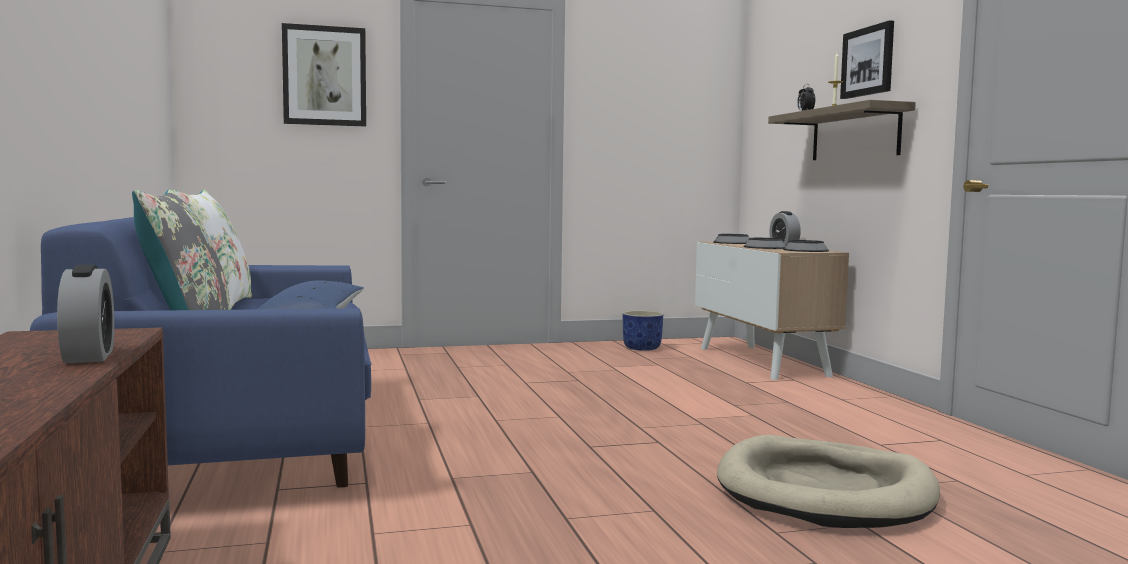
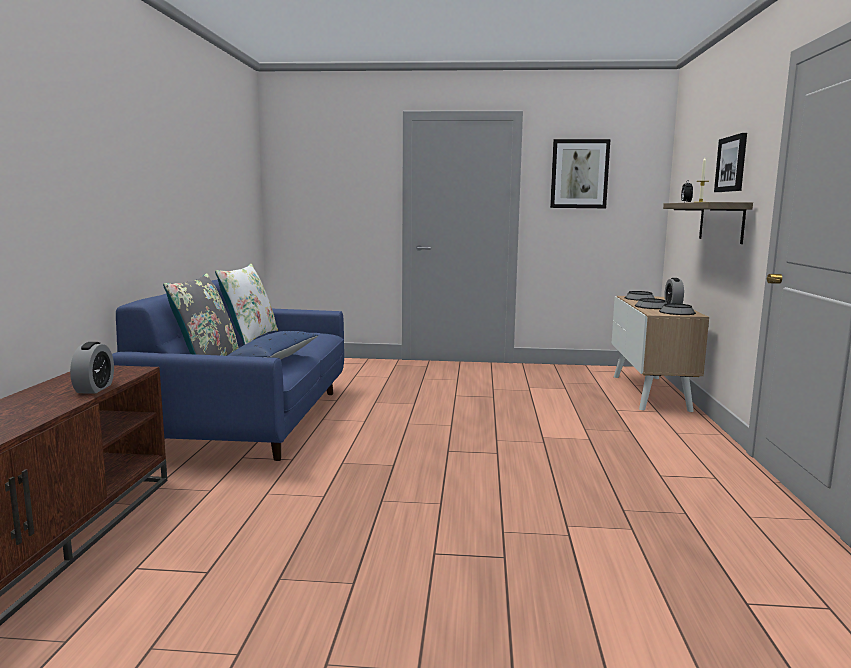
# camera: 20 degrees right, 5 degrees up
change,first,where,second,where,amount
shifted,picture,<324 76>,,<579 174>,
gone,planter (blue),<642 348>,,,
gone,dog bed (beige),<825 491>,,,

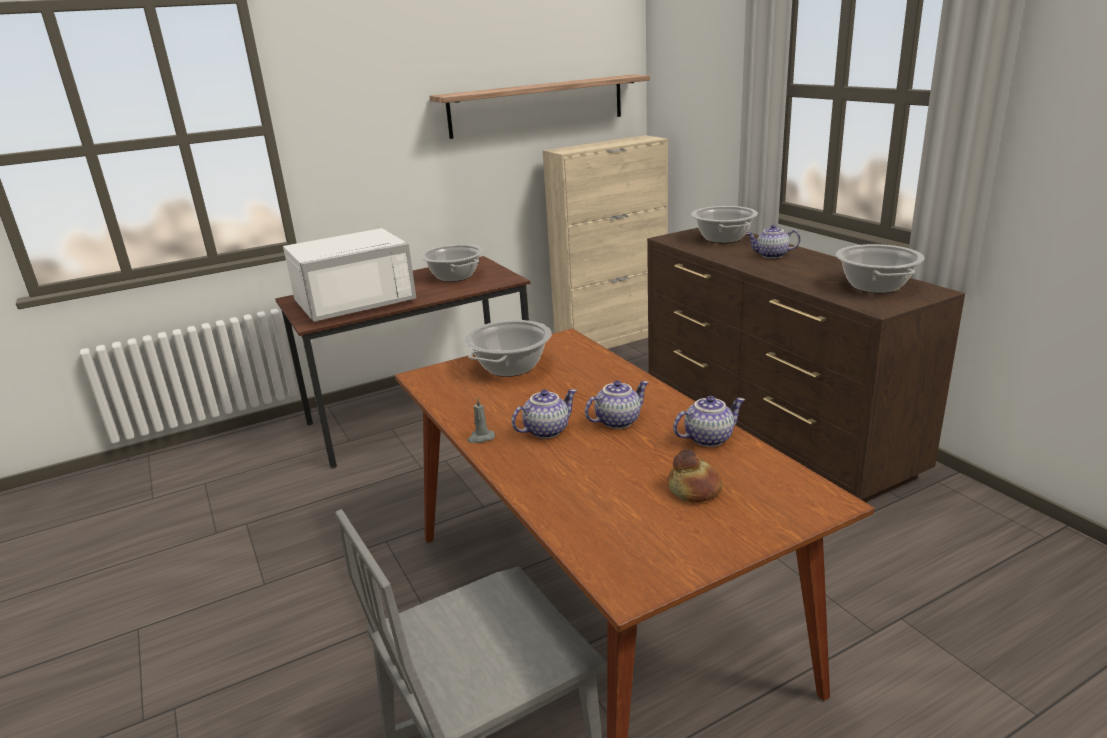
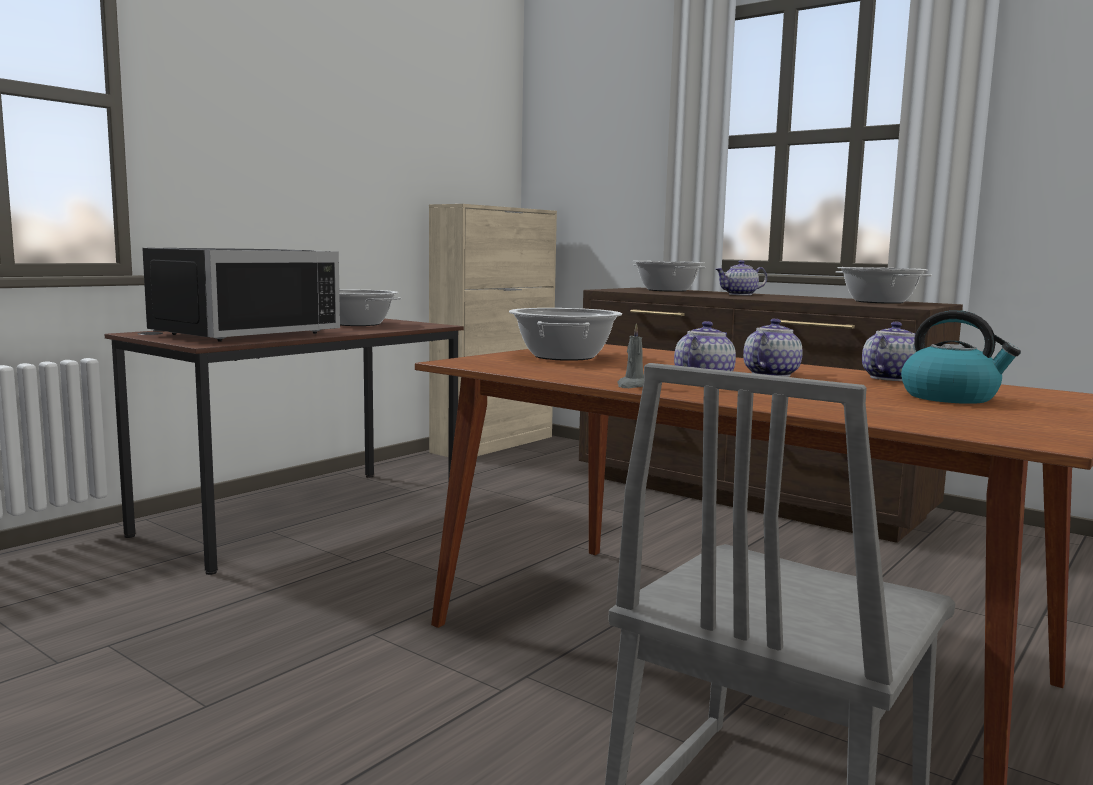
# camera: 25 degrees left, 15 degrees down
change,first,where,second,where,amount
repainted,microwave (white),<353 300>,microwave (black),<239 333>,
swapped,bread,<695 489>,kettle,<951 397>,
gone,shelf,<537 105>,,,

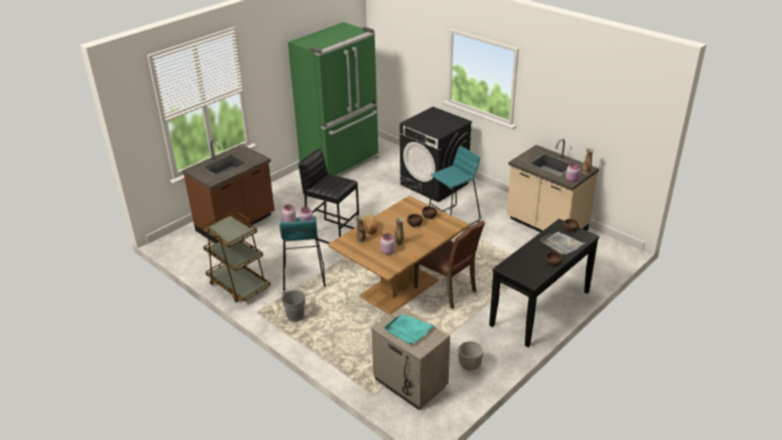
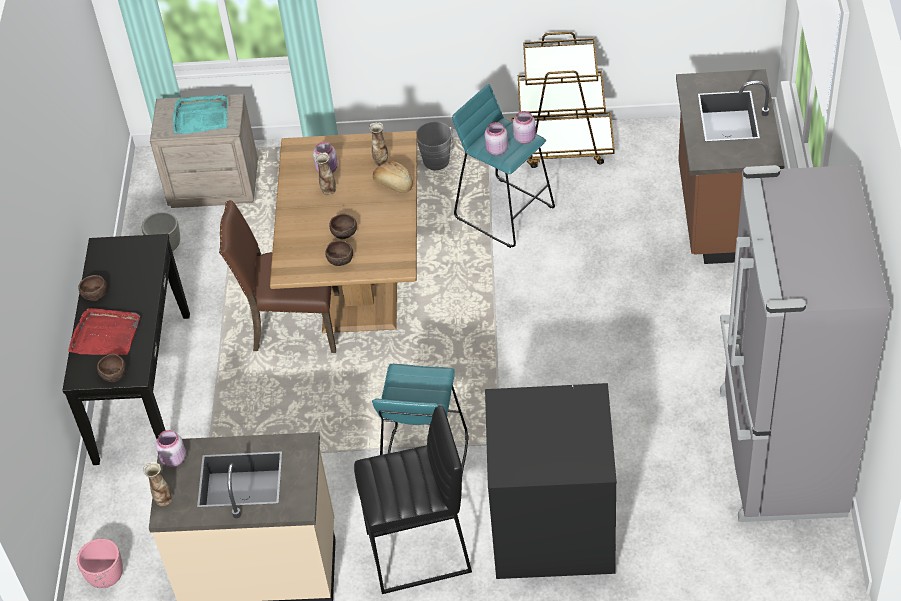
# camera: 140 degrees right, 15 degrees up
change,first,where,second,where,amount
repainted,tray (grey),<562 244>,tray (red),<105 335>,
new,,,planter (pink),<106 577>,
shifted,stool (black),<332 232>,,<420 553>,
repainted,fridge (green),<341 163>,fridge (grey),<778 453>,

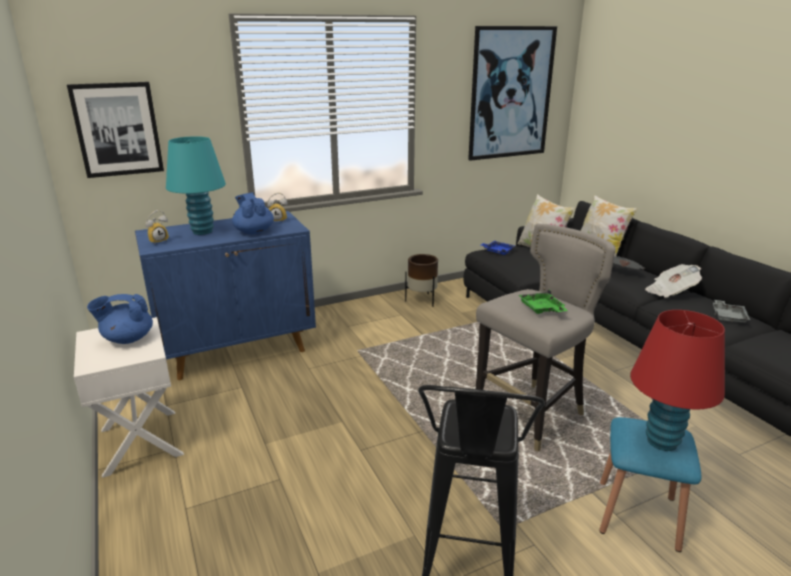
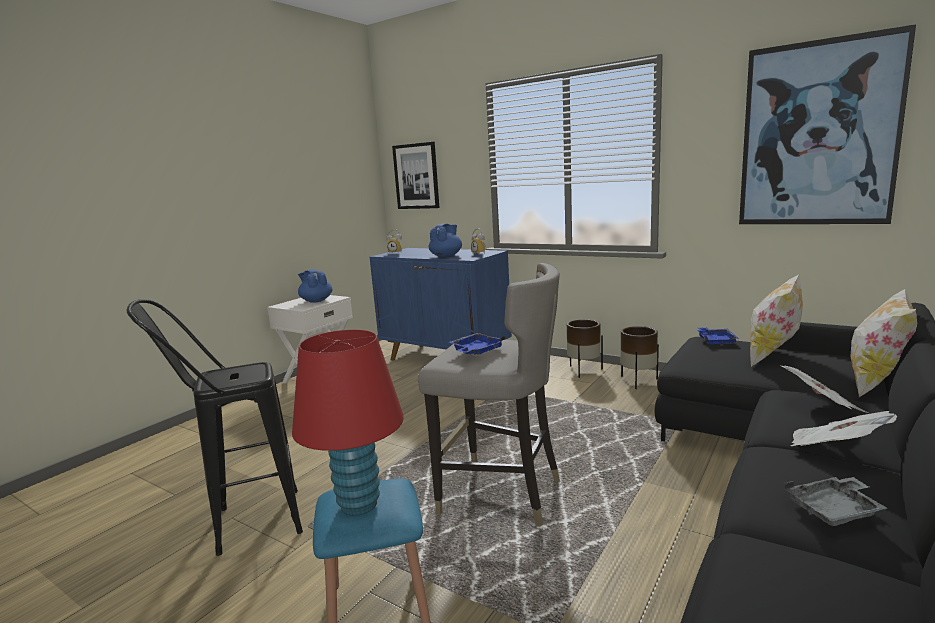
# camera: 60 degrees right, 10 degrees down
change,first,where,second,where,amount
repainted,tray (green),<541 309>,tray (blue),<476 351>,
new,,,planter (brown),<583 371>,
gone,table lamp (turquoise),<202 232>,,,

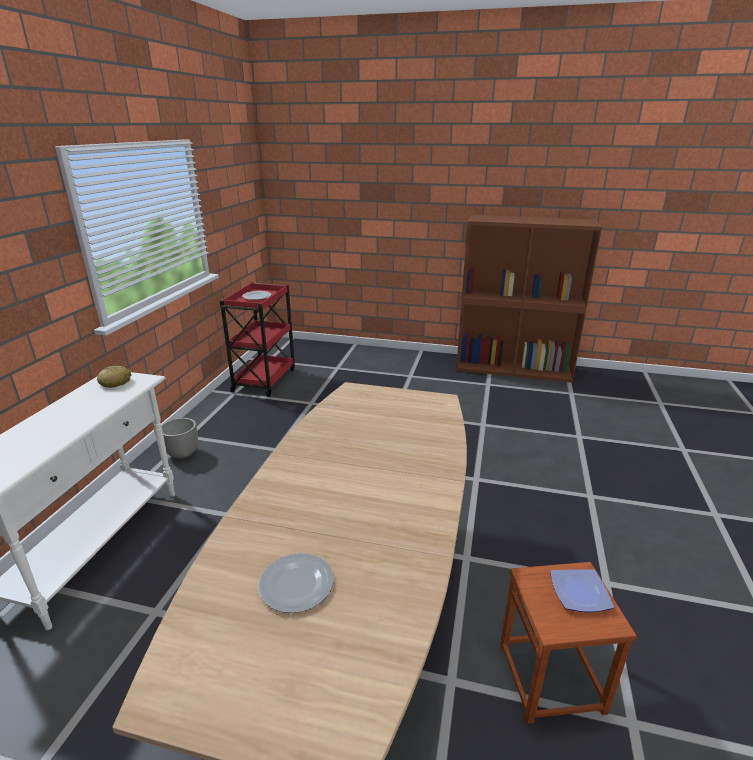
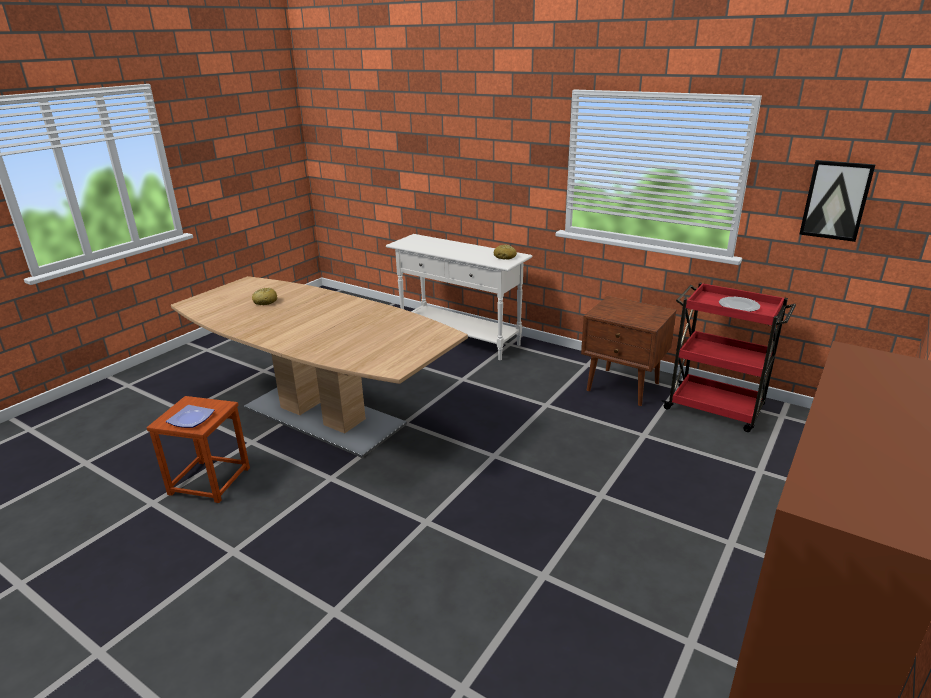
# camera: 110 degrees right, 0 degrees up
change,first,where,second,where,amount
swapped,plate,<296 585>,bread,<265 301>,
new,,,nightstand (brown),<623 387>,
new,,,picture,<836 200>,
gone,planter,<183 454>,,,

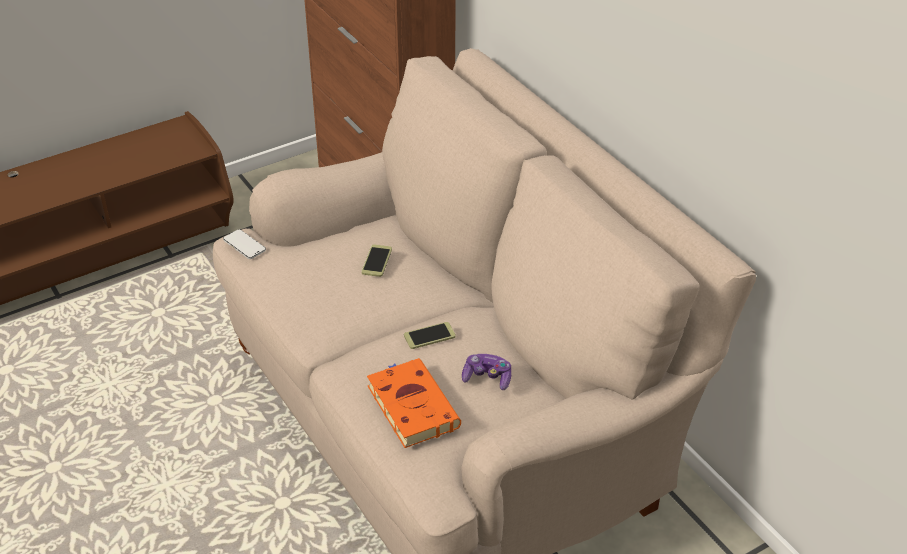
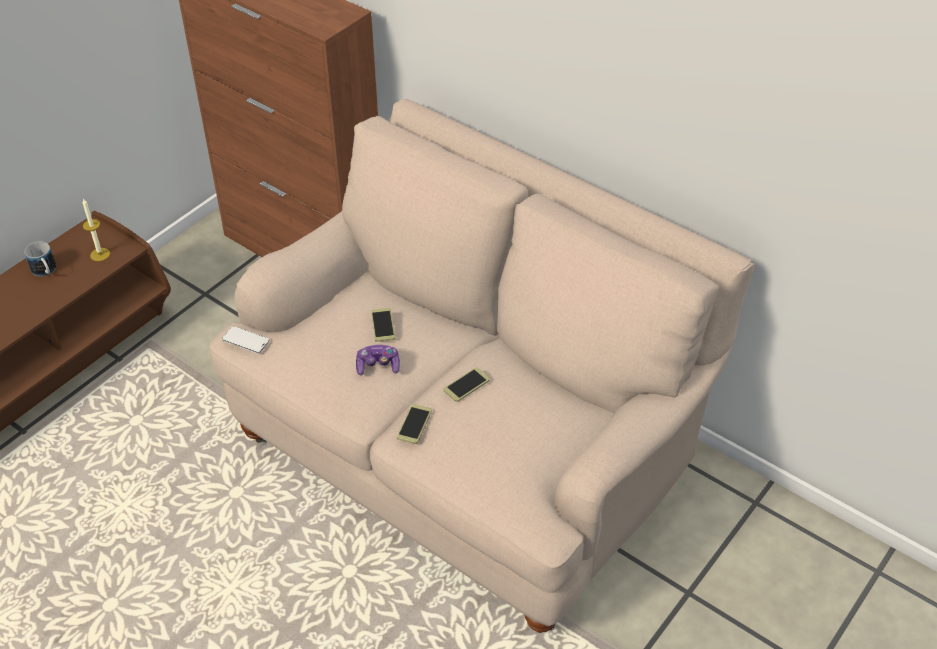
# camera: 20 degrees left, 5 degrees up
change,first,where,second,where,amount
new,,,mug,<45 272>,
new,,,candle,<100 254>,
shifted,game controller,<487 378>,,<378 366>,
new,,,phone,<414 424>,
gone,book (orange),<411 405>,,,

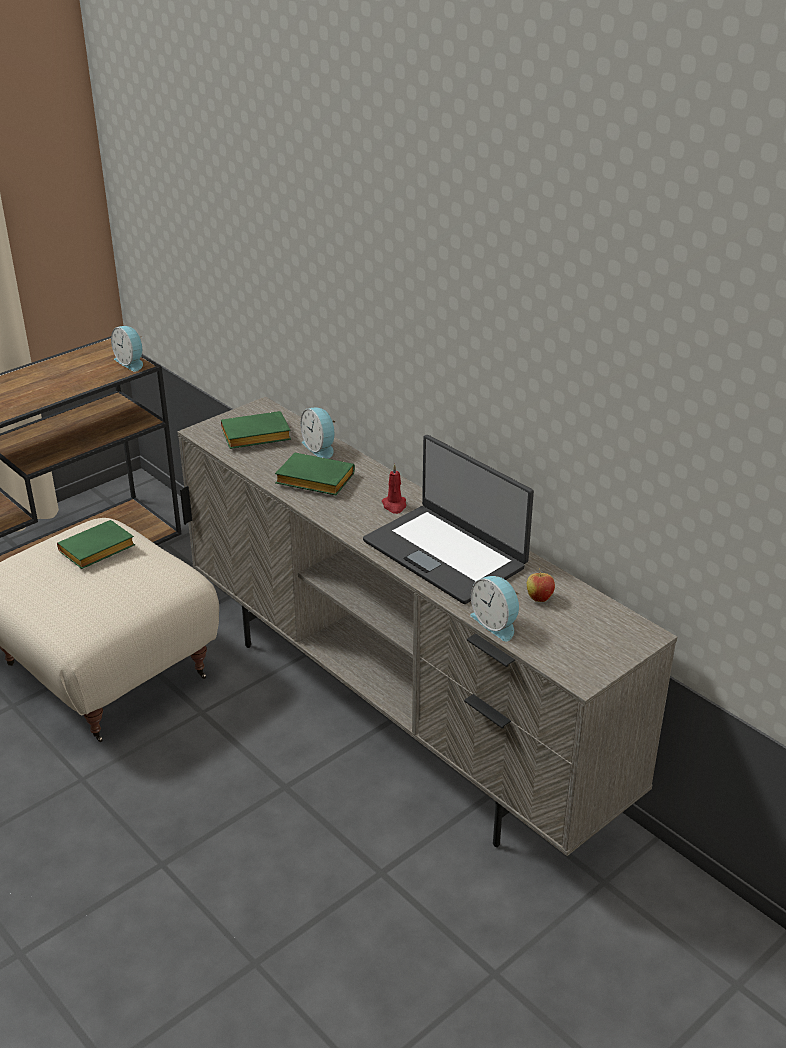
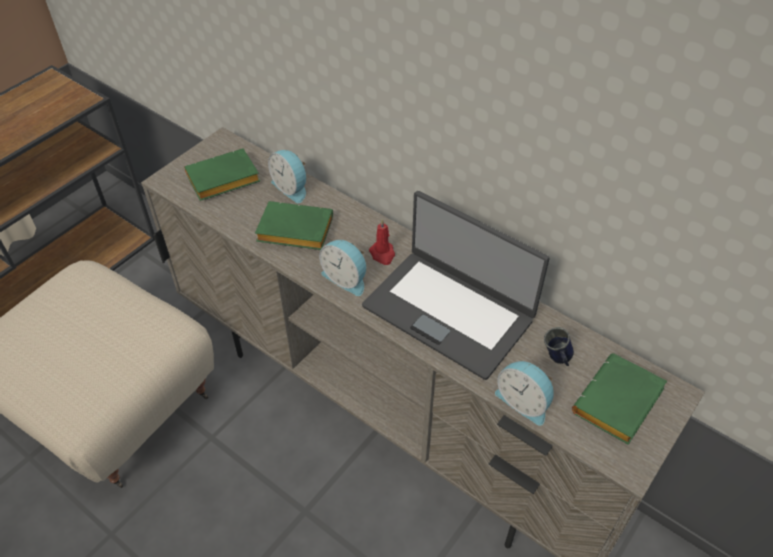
# camera: 10 degrees left, 15 degrees up
change,first,where,second,where,amount
shifted,alarm clock,<131 362>,,<346 278>,
swapped,apple,<539 598>,mug (blue),<557 360>,
shifted,book (green),<96 551>,,<618 405>,

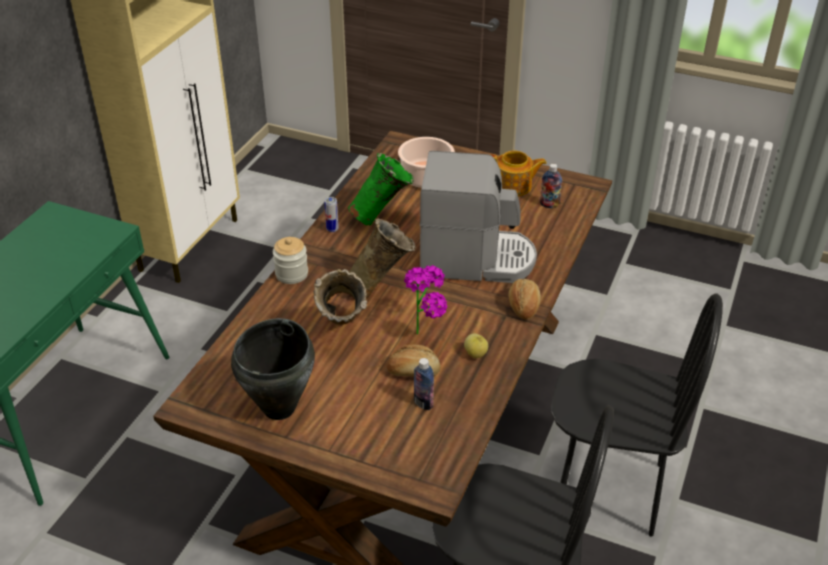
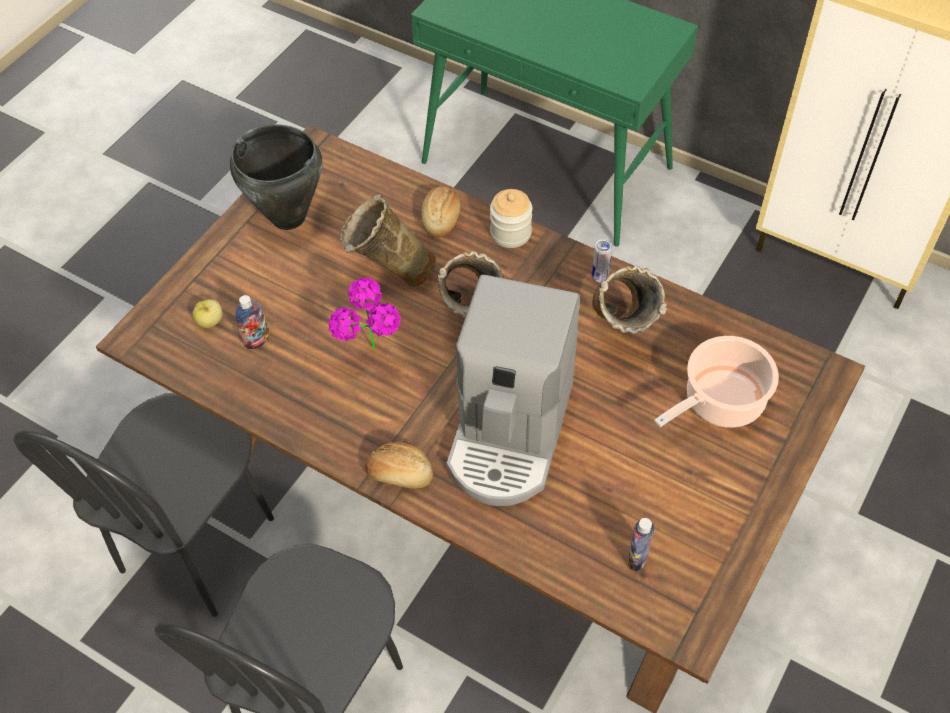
# camera: 100 degrees right, 15 degrees up
change,first,where,second,where,amount
shifted,apple,<475 354>,,<210 322>,
shifted,bread,<413 371>,,<441 219>,
repainted,vase (green),<382 218>,vase (beige),<620 334>,
gone,teapot,<513 186>,,,

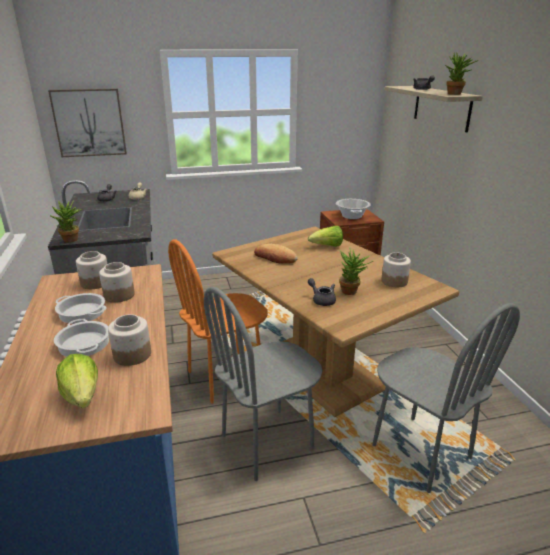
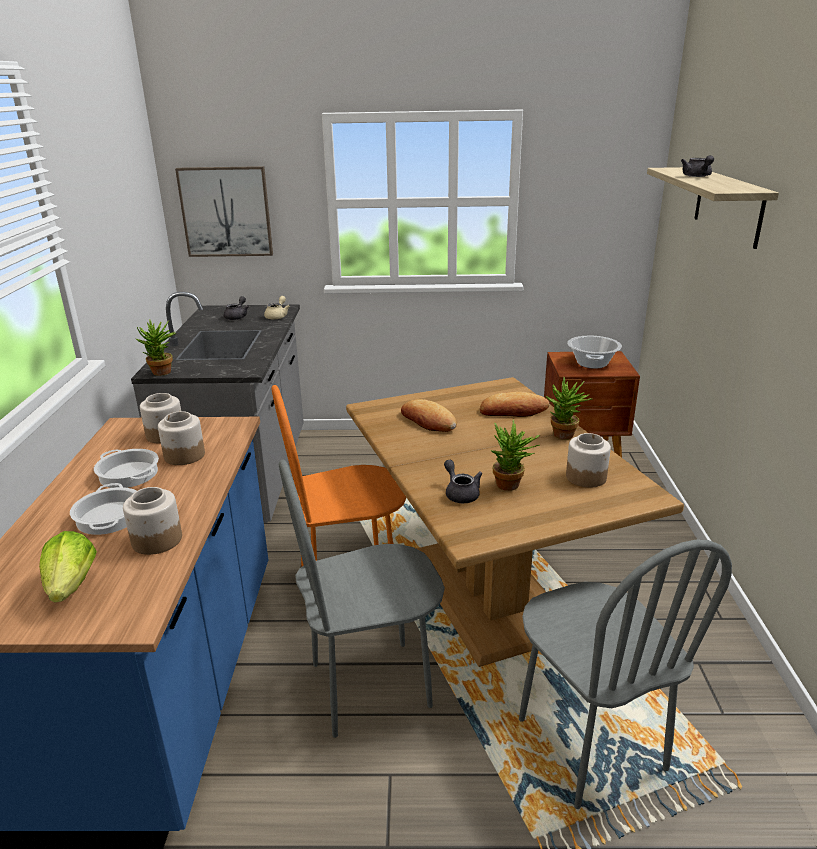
# camera: 15 degrees right, 0 degrees up
change,first,where,second,where,amount
swapped,lettuce,<327 246>,bread,<513 411>,
shifted,potted plant,<456 94>,,<564 437>,

